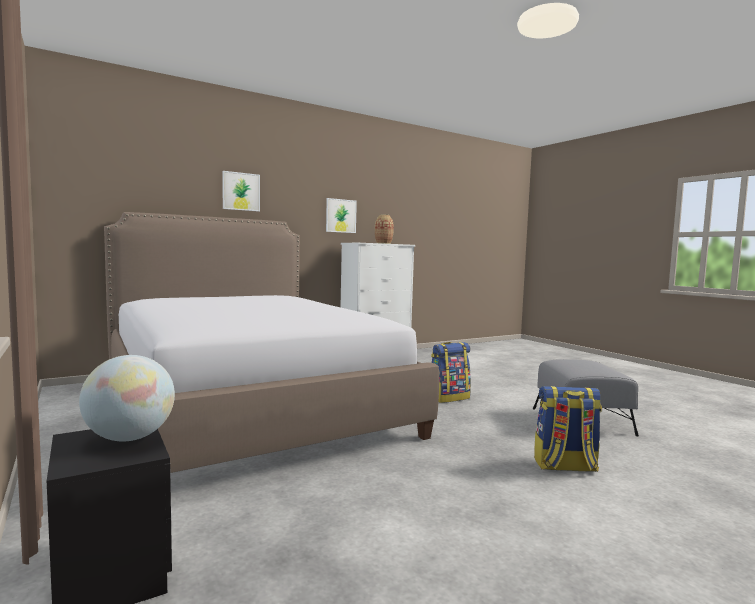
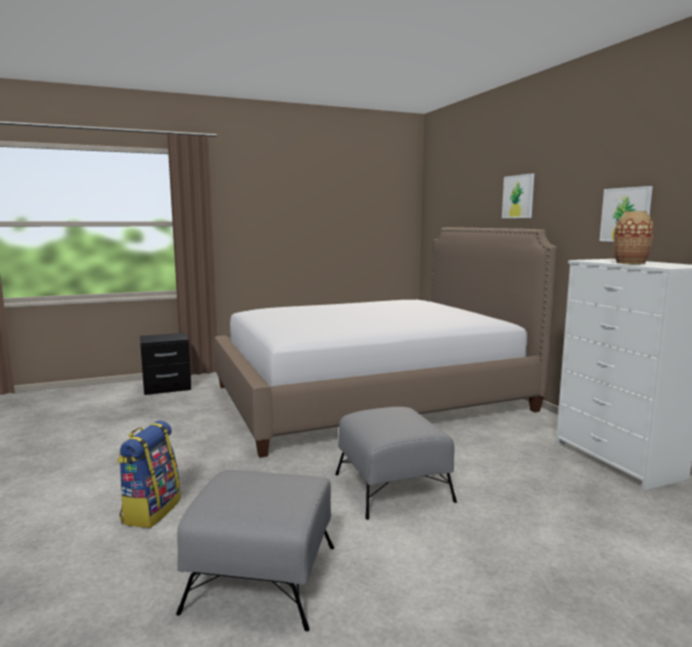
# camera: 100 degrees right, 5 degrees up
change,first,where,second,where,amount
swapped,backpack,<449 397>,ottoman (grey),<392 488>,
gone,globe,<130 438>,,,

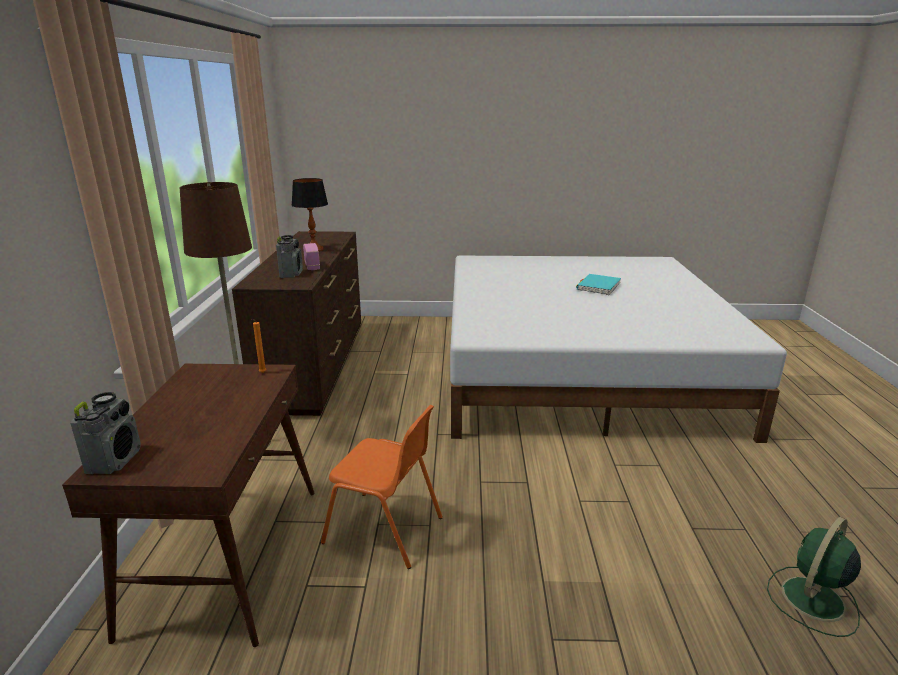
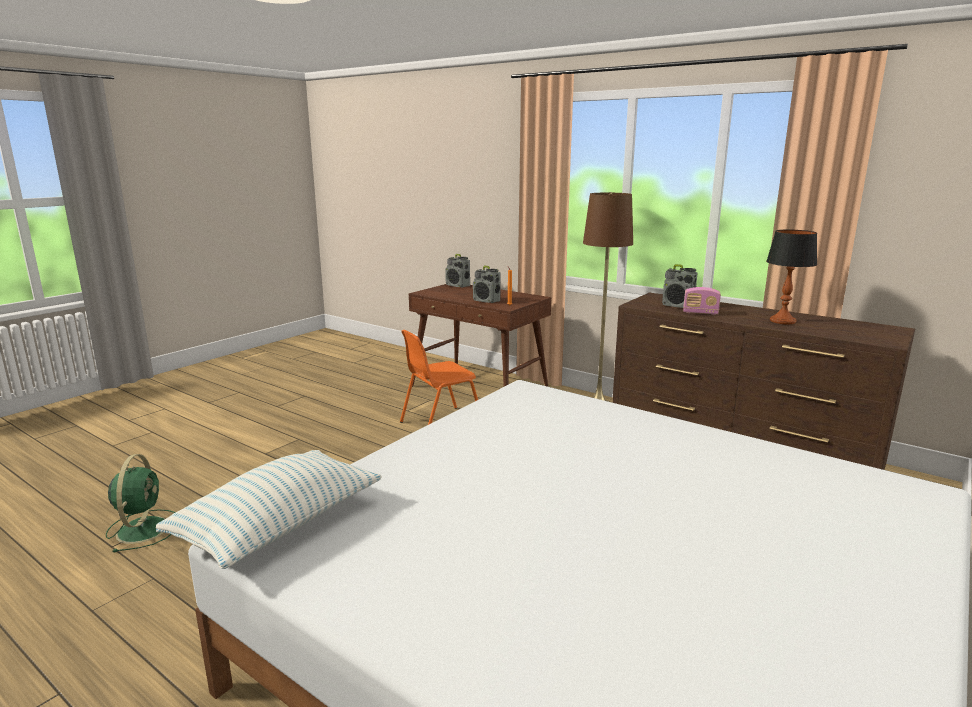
# camera: 125 degrees right, 5 degrees down
change,first,where,second,where,amount
new,,,pillow,<279 525>,
new,,,radio,<486 301>,
gone,book (turquoise),<598 286>,,,

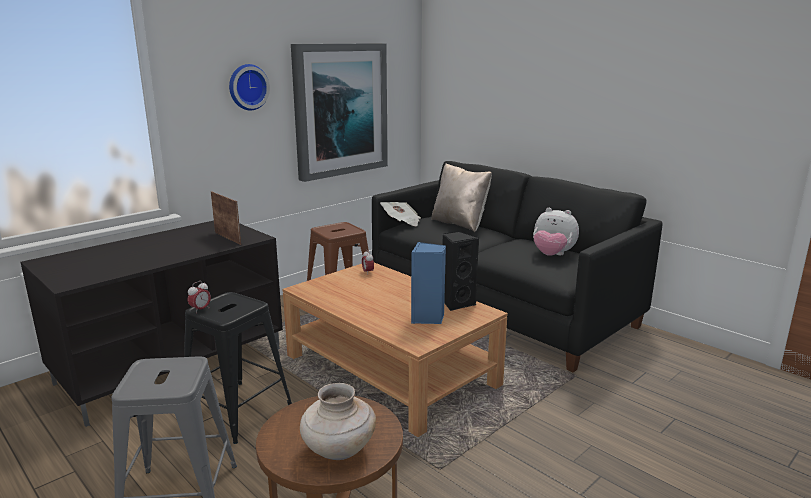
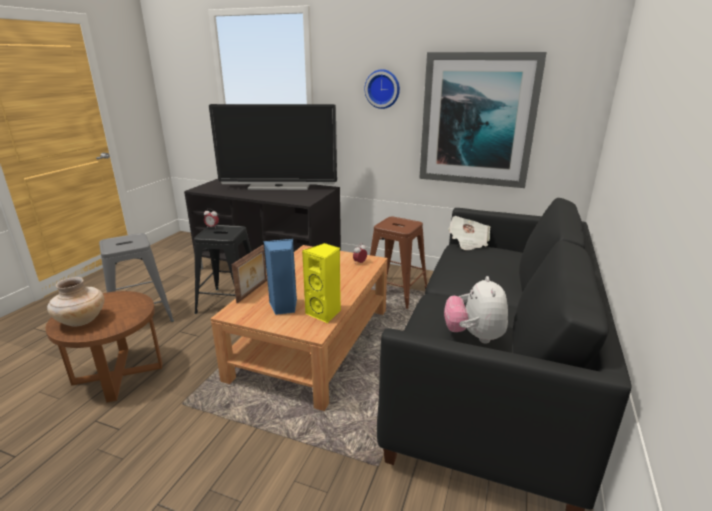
# camera: 65 degrees right, 5 degrees up
change,first,where,second,where,amount
new,,,television,<279 187>,
shifted,picture frame,<228 238>,,<253 291>,
repainted,speaker (black),<456 303>,speaker (yellow),<325 313>,
gone,pillow (beige),<460 224>,,,

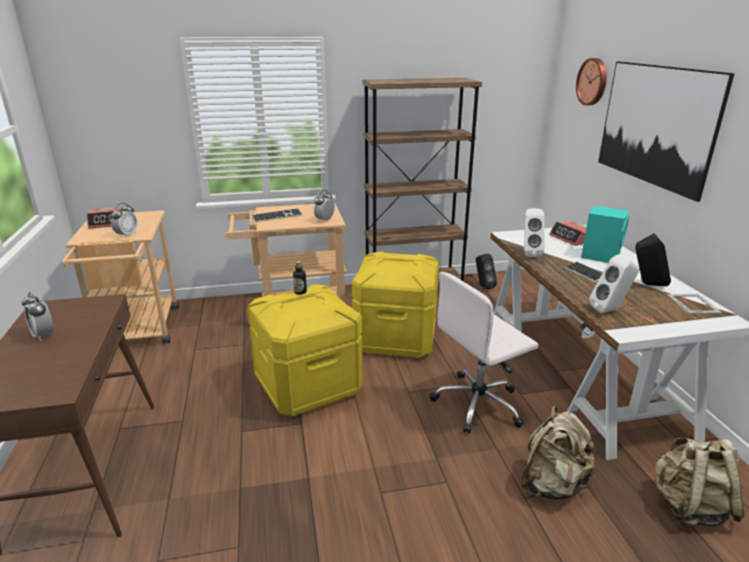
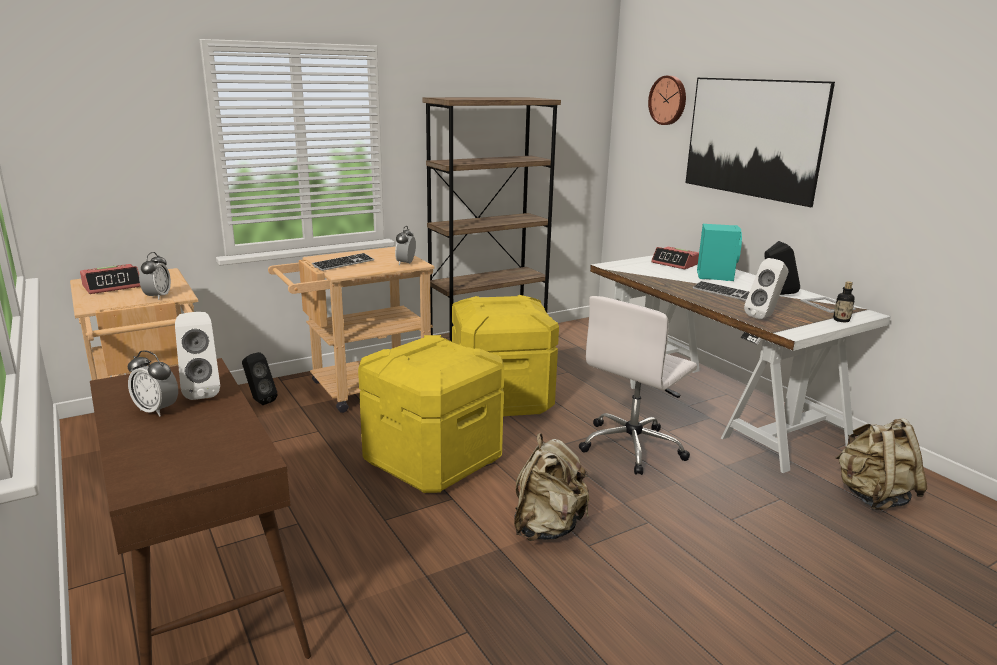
# camera: 20 degrees left, 5 degrees down
change,first,where,second,where,amount
shifted,speaker (white),<528 253>,,<202 392>,
shifted,speaker (black),<483 286>,,<259 401>,
shifted,backpack (beige),<552 484>,,<547 527>,
shifted,bottle,<300 292>,,<841 320>,

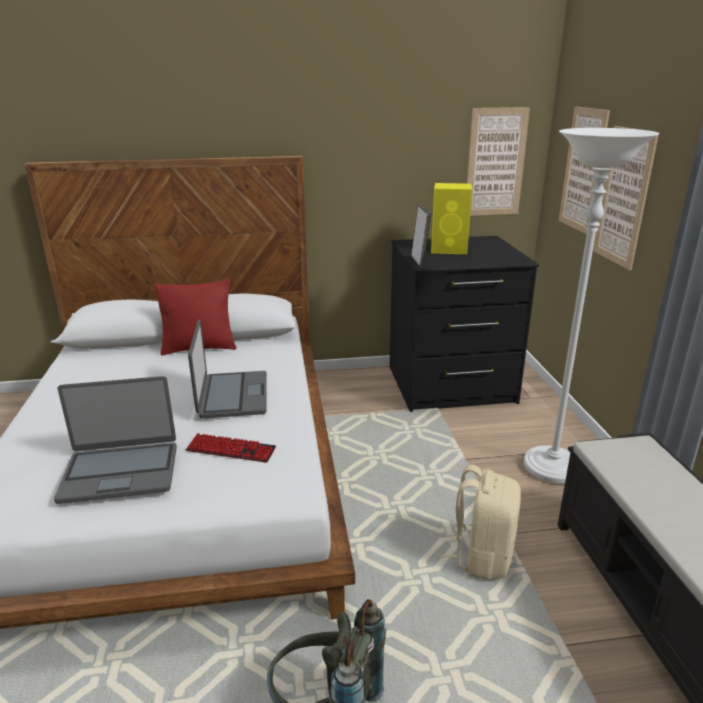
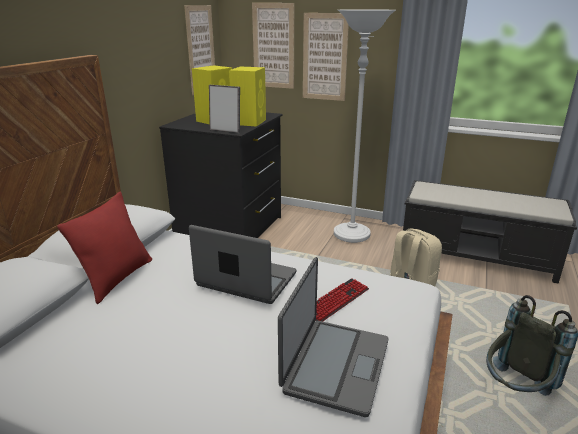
# camera: 60 degrees left, 0 degrees up
change,first,where,second,where,amount
new,,,speaker (yellow),<249 122>,

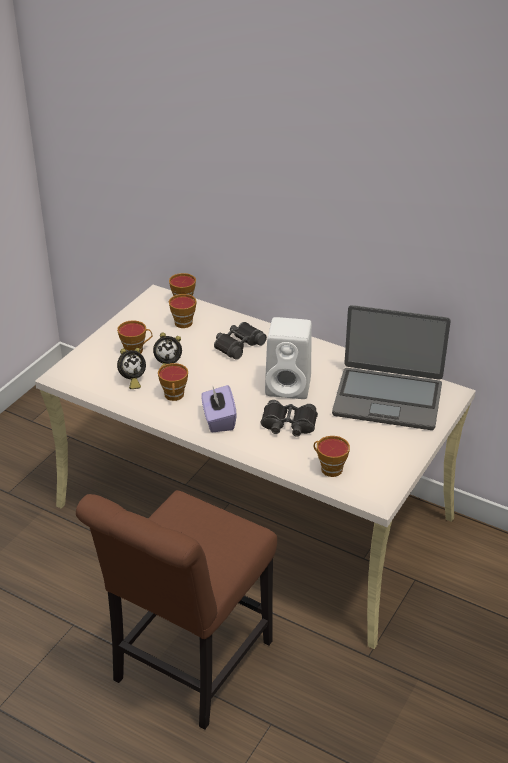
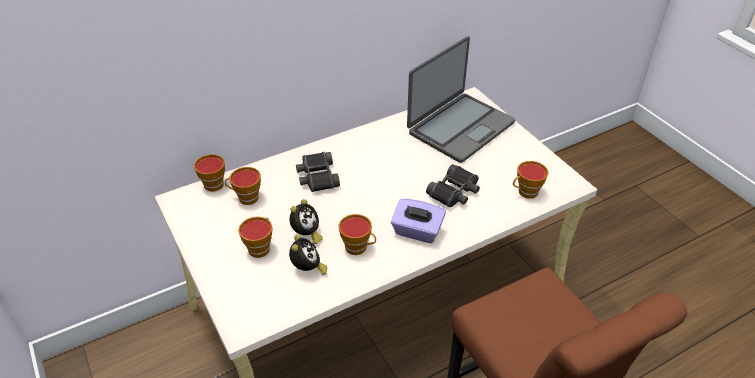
# camera: 60 degrees left, 5 degrees up
change,first,where,second,where,amount
gone,speaker (white),<290 386>,,,

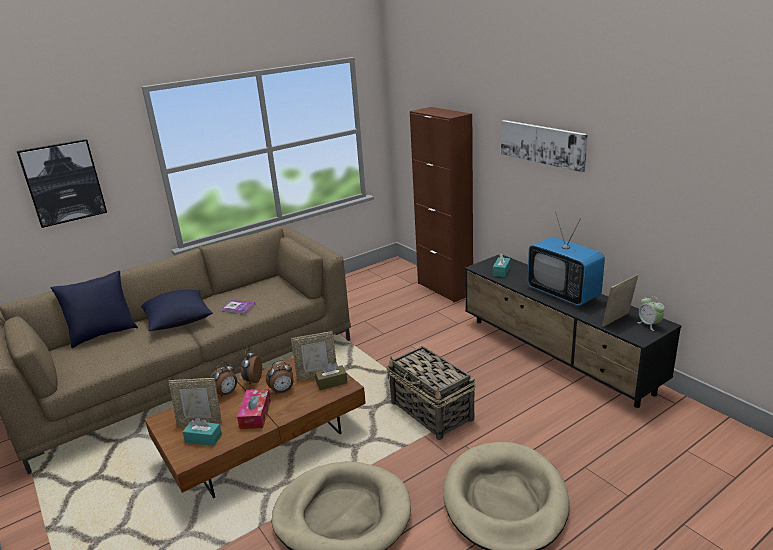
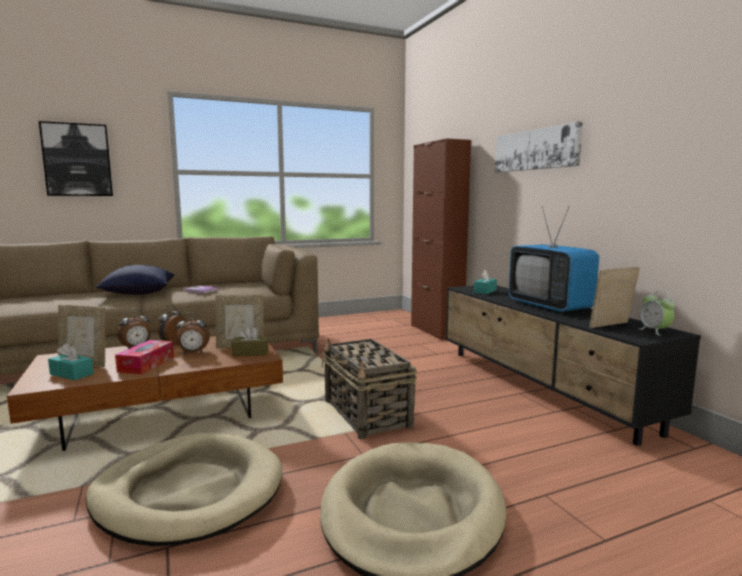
# camera: 10 degrees right, 15 degrees down
change,first,where,second,where,amount
gone,pillow (blue),<103 334>,,,

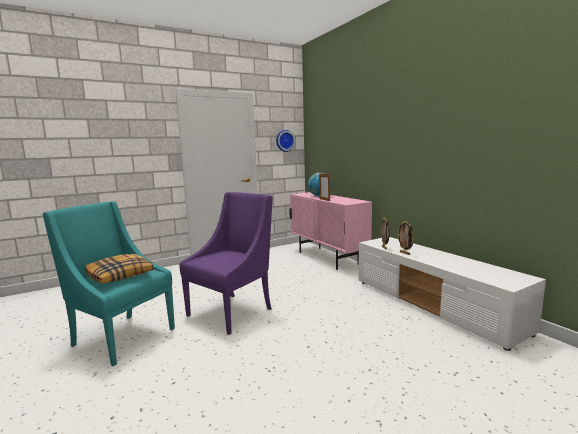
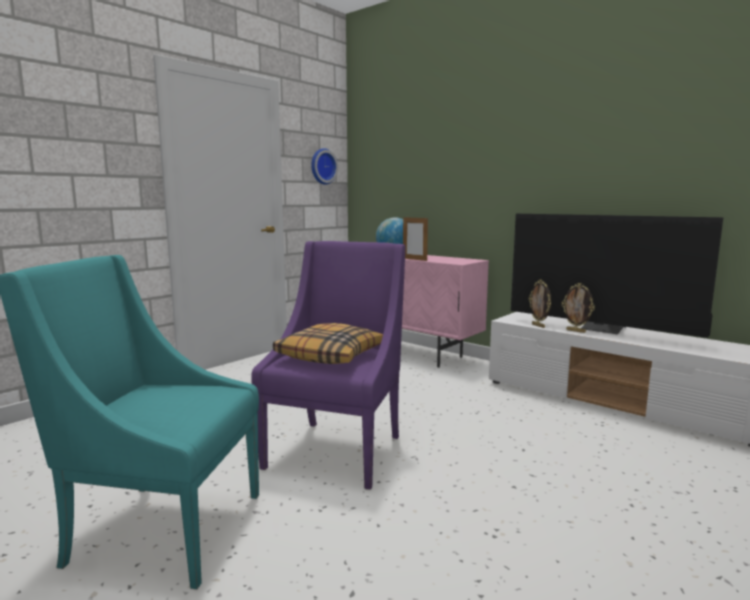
# camera: 20 degrees left, 0 degrees up
change,first,where,second,where,amount
shifted,pillow,<120 275>,,<330 355>,
new,,,television,<602 329>,

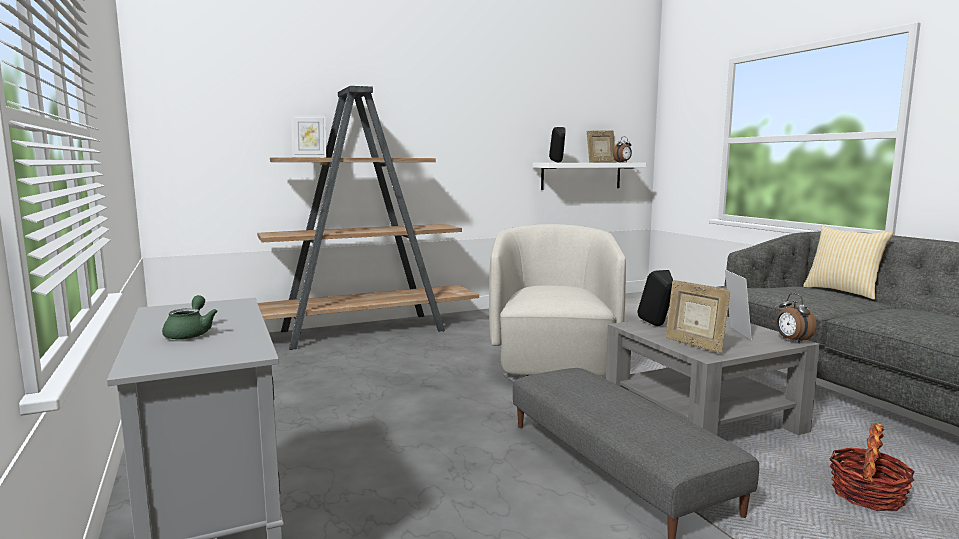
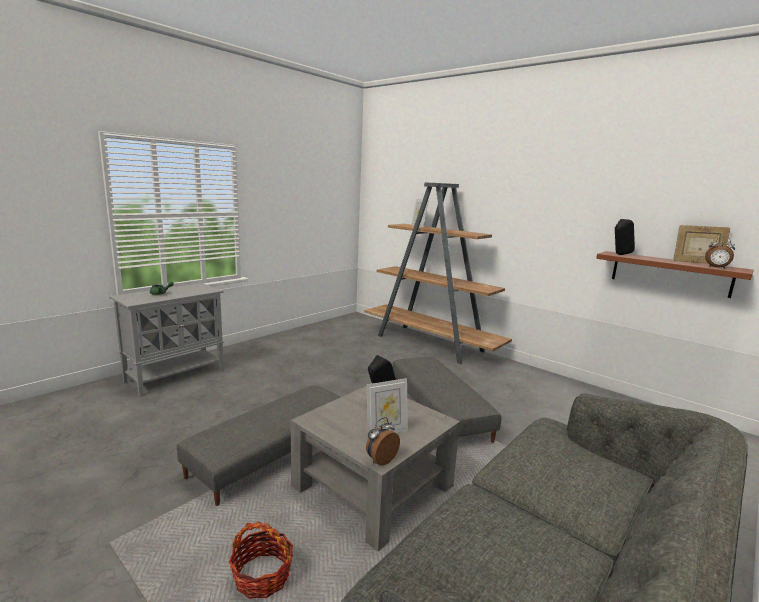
# camera: 65 degrees right, 5 degrees up
change,first,where,second,where,amount
swapped,armchair (beige),<553 362>,ottoman (grey),<438 411>,
repainted,shelf (white),<581 175>,shelf (brown),<670 273>,
gone,picture frame,<694 345>,,,
gone,pillow,<843 291>,,,

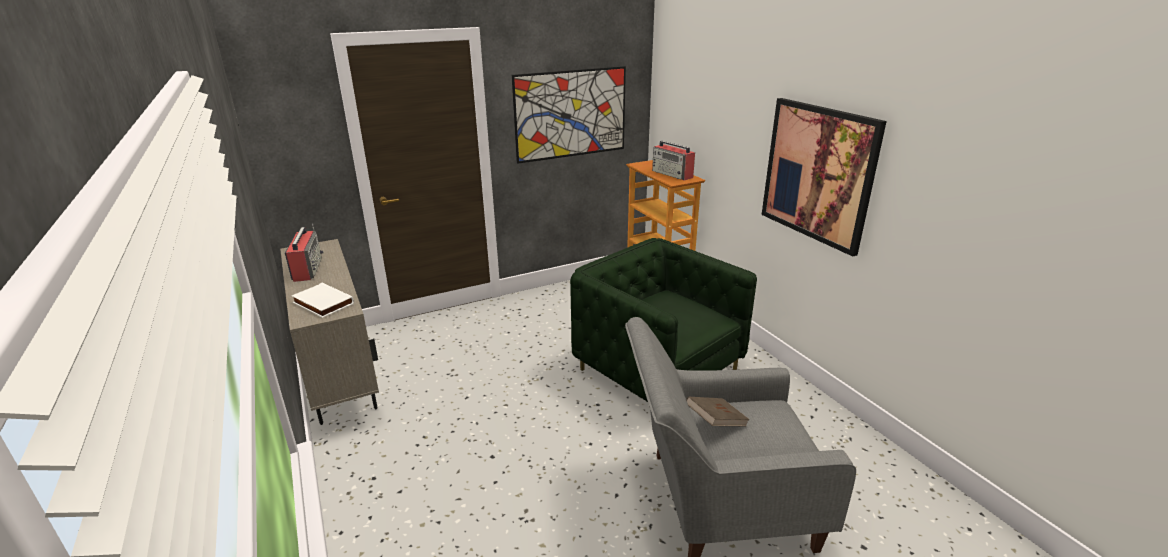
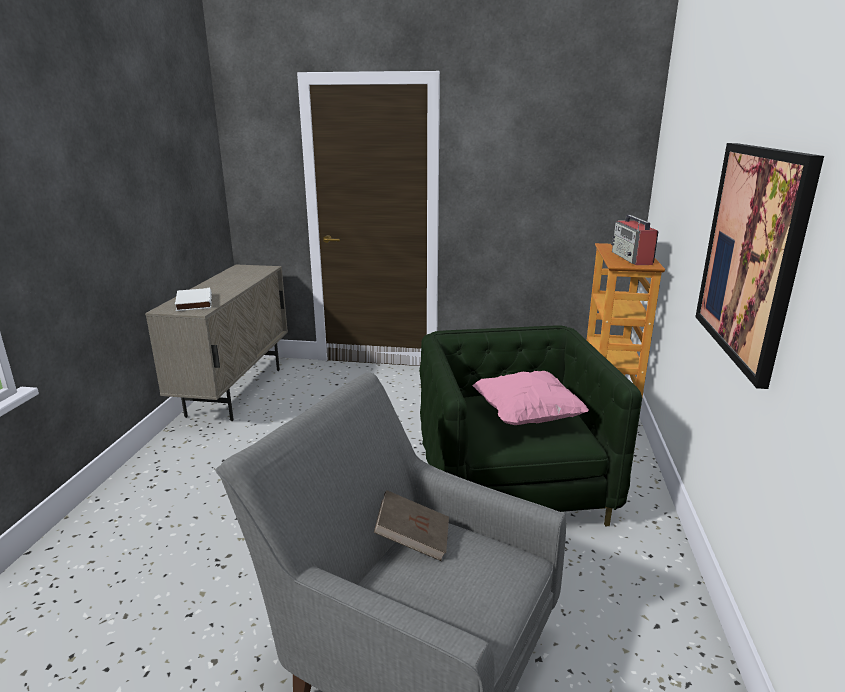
# camera: 35 degrees right, 5 degrees down
change,first,where,second,where,amount
new,,,pillow (pink),<527 416>,
gone,radio,<307 269>,,,
gone,picture,<571 114>,,,

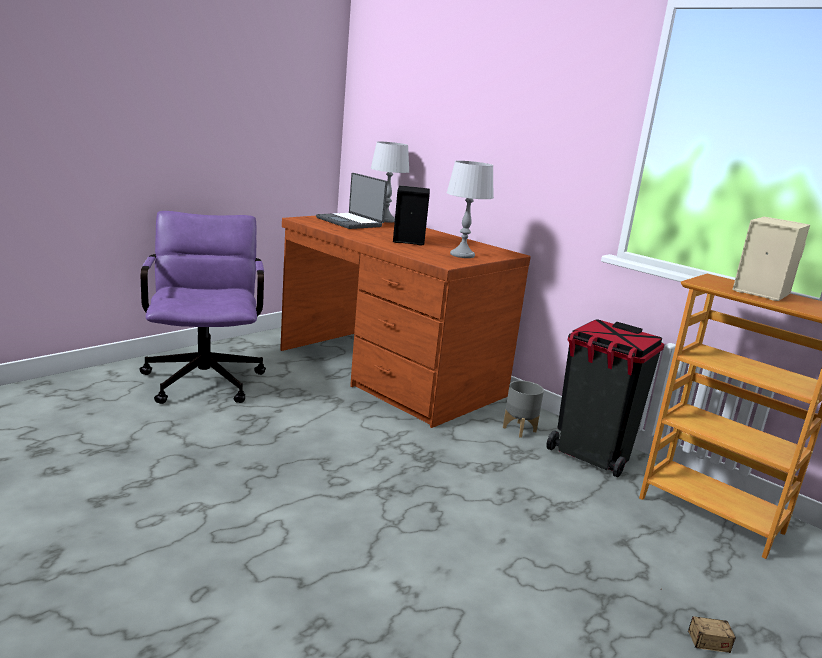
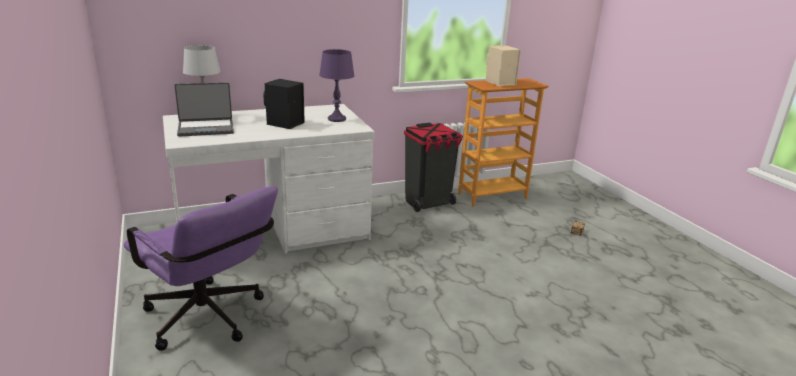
# camera: 65 degrees left, 5 degrees up
change,first,where,second,where,amount
rotated,office chair (purple),<204 377>,,<209 320>,150 degrees counterclockwise
repainted,desk (brown),<388 373>,desk (white),<274 232>,
repainted,table lamp (grey),<462 255>,table lamp (purple),<336 119>,
gone,planter (grey),<519 429>,,,

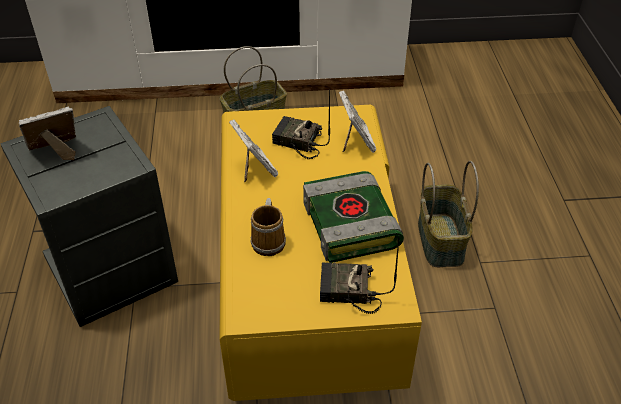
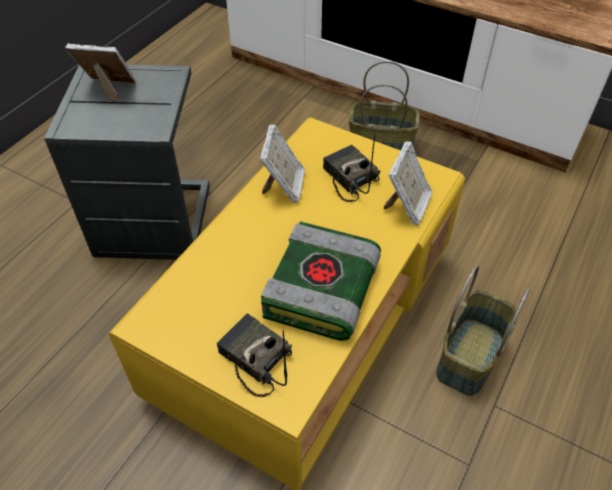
# camera: 35 degrees right, 5 degrees up
change,first,where,second,where,amount
gone,mug,<269 241>,,,

